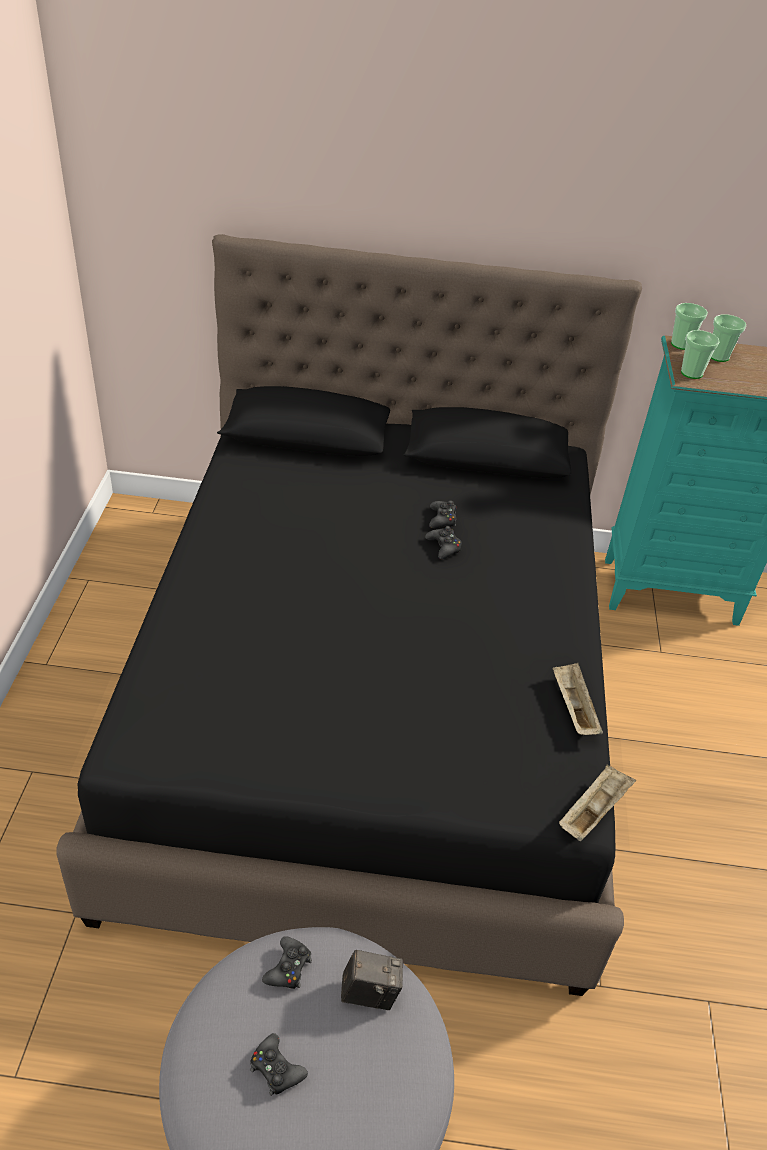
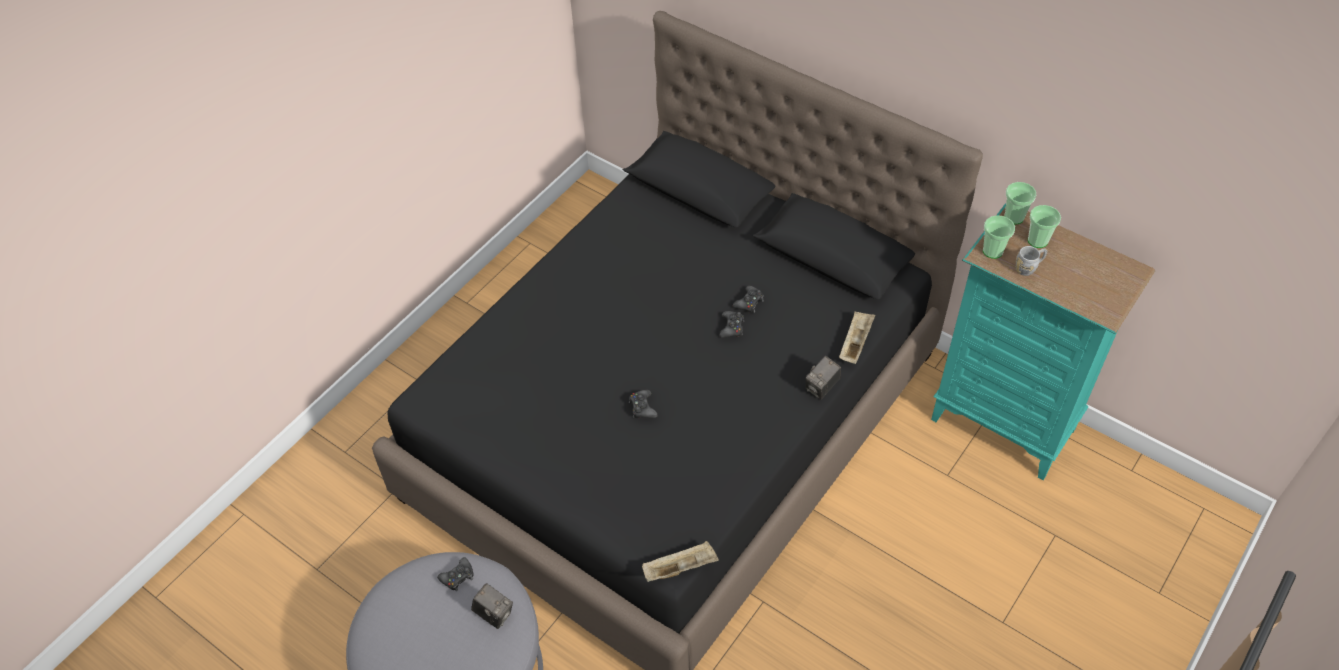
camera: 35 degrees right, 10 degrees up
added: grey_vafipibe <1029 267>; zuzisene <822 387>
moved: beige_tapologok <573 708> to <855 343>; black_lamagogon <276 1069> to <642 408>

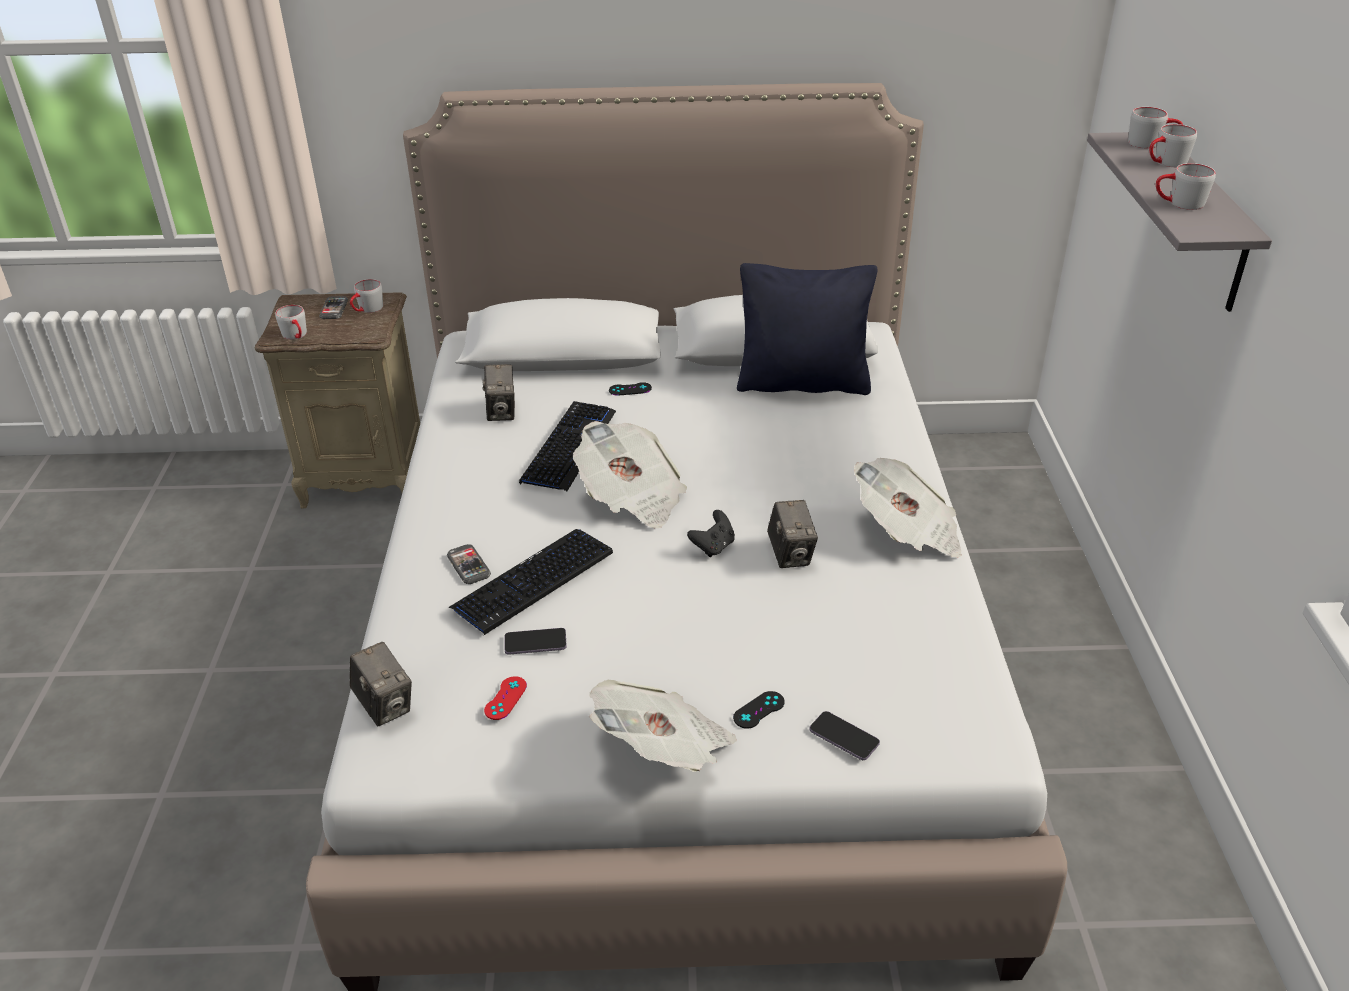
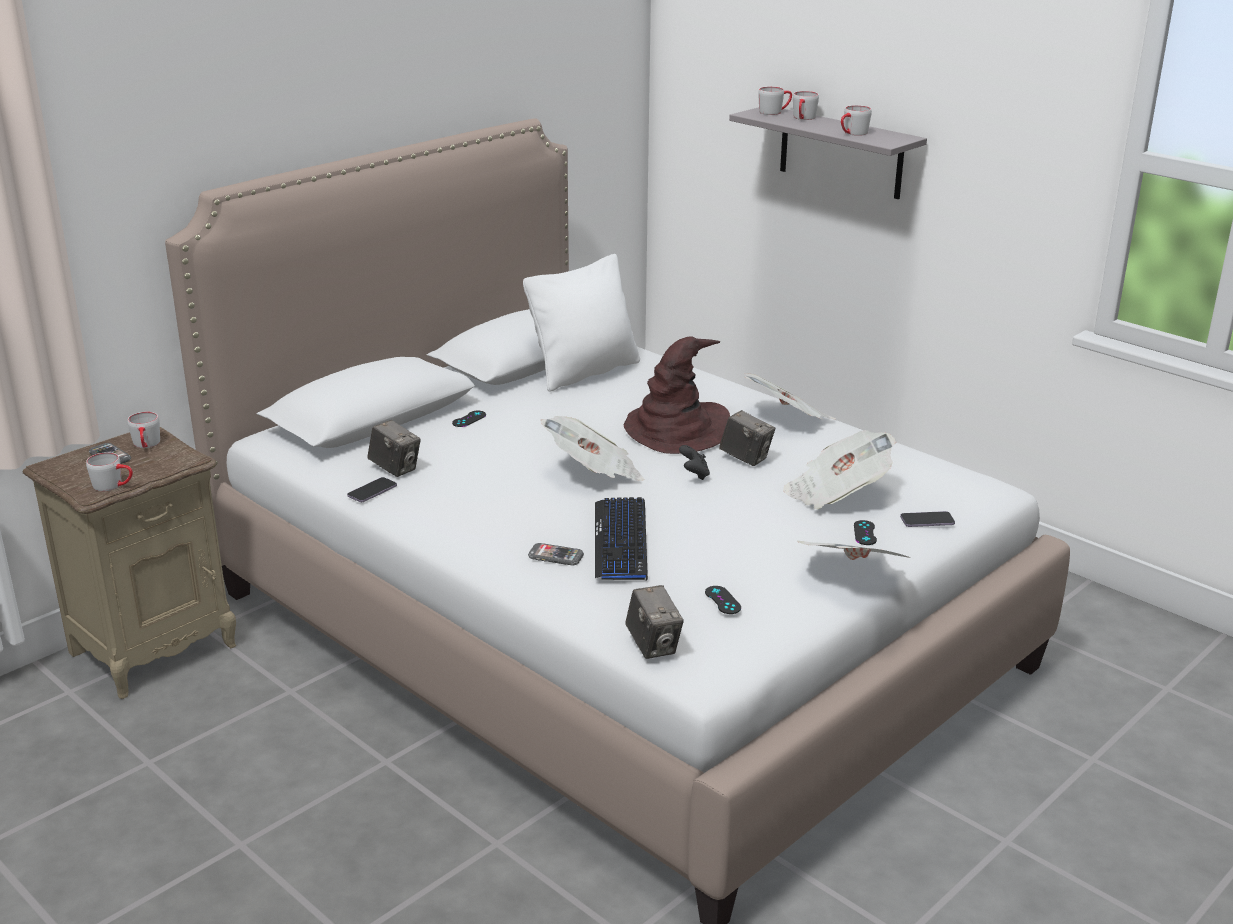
camera: 45 degrees left, 10 degrees down
removed: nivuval <569 447>
added: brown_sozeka <677 429>; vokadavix <836 494>
moved: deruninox <535 643> to <372 491>
recoloured: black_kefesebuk <803 384> to white_kefesebuk <584 372>; red_lamagogon <505 698> to black_lamagogon <722 600>
turned: zuzisene <385 705> = <653 645> 60 degrees clockwise

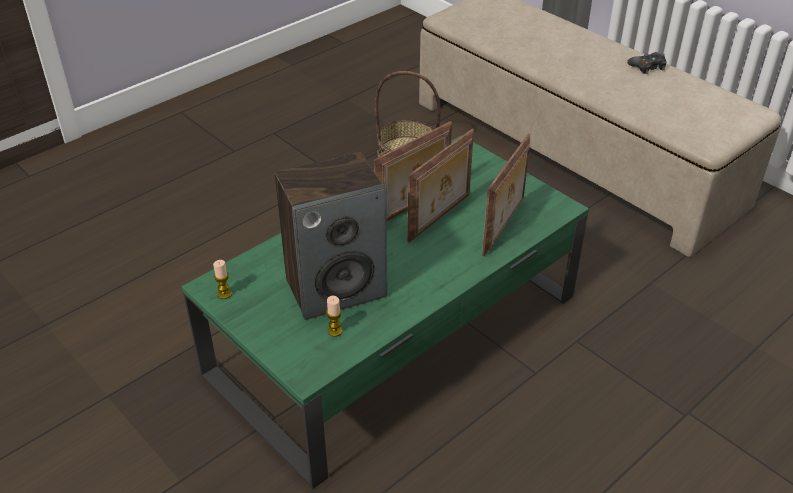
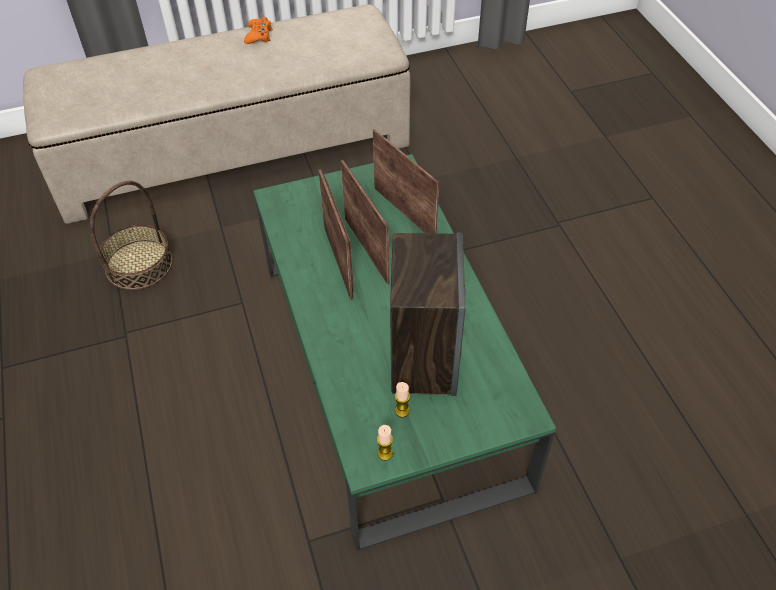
camera: 65 degrees left, 10 degrees up
moved: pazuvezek <335 331> to <402 411>
recoloured: black_lamagogon <647 67> to orange_lamagogon <259 36>

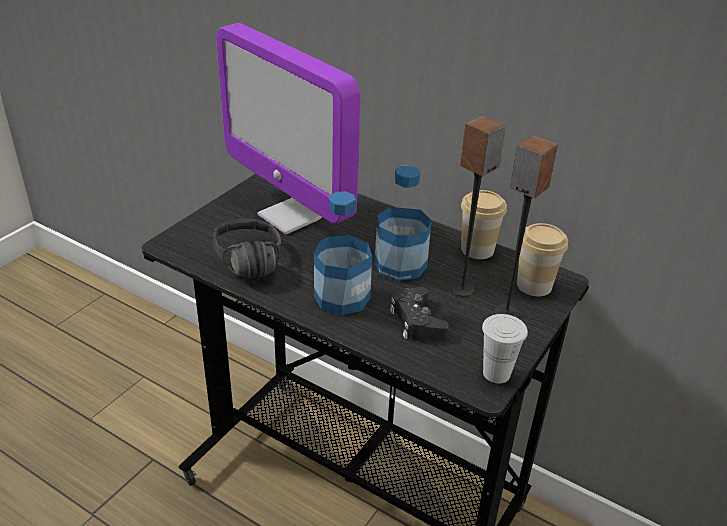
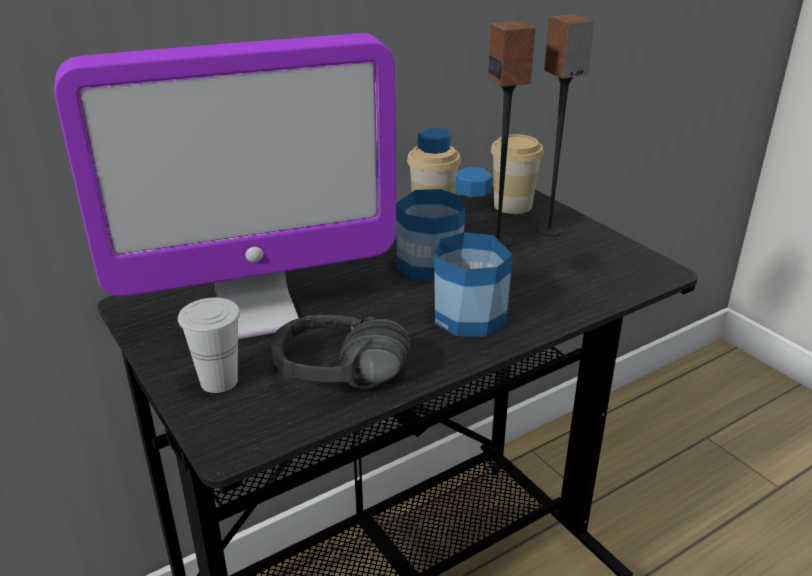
camera: 65 degrees left, 5 degrees down
removed: black_lamagogon <416 320>
moved: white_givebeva <496 373> to <219 381>

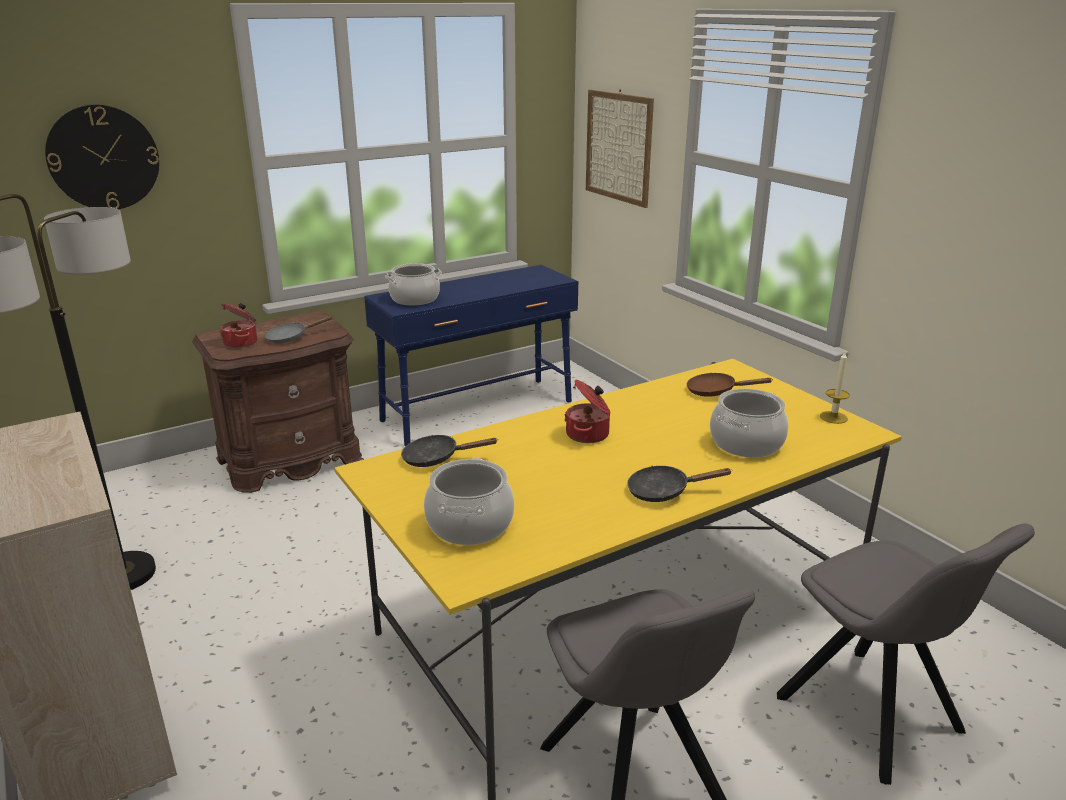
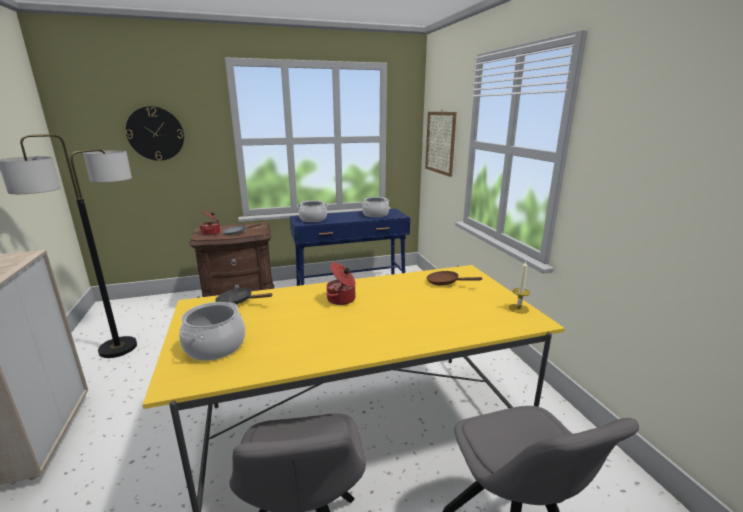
camera: 15 degrees right, 5 degrees down
removed: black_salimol <664 491>
moved: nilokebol <746 443> to <375 215>

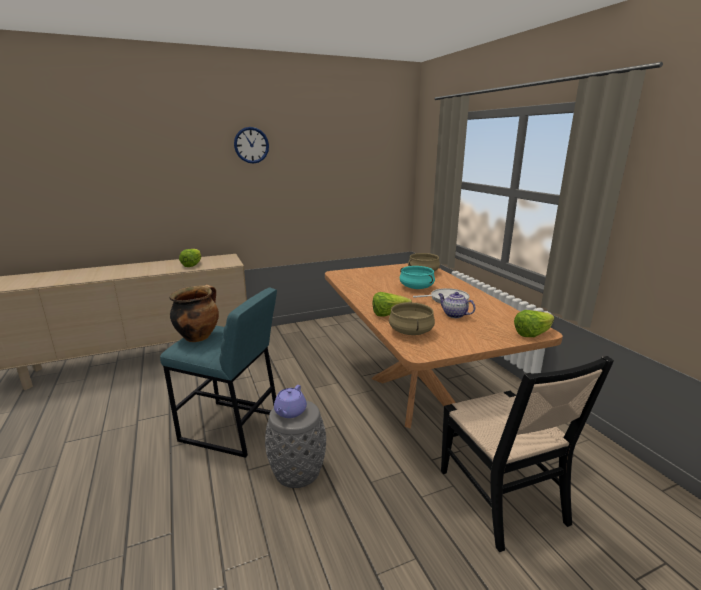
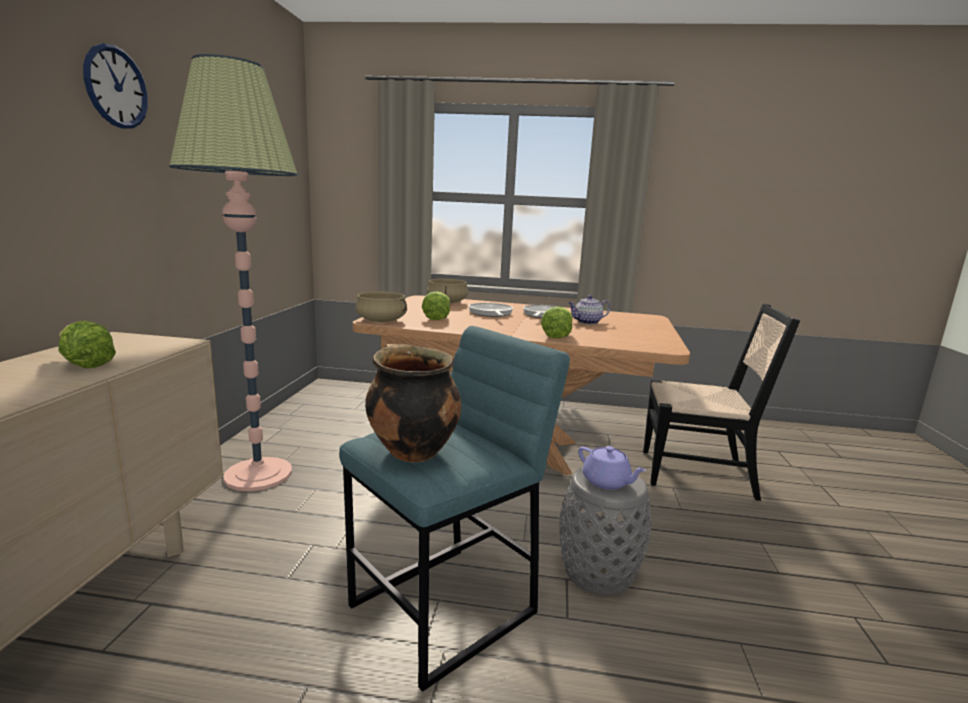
camera: 60 degrees left, 5 degrees down
added: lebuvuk <258 474>
moved: beige_nilokebol <411 331> to <382 321>; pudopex <532 334> to <437 318>
replaced: turquoise_nilokebol <416 287> to salimol <491 313>

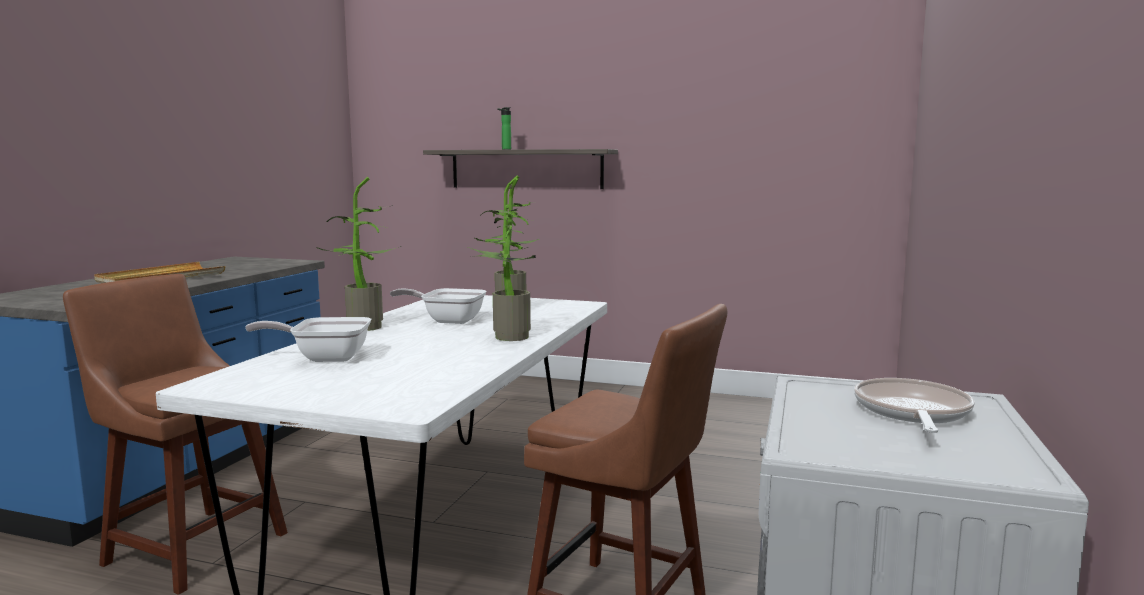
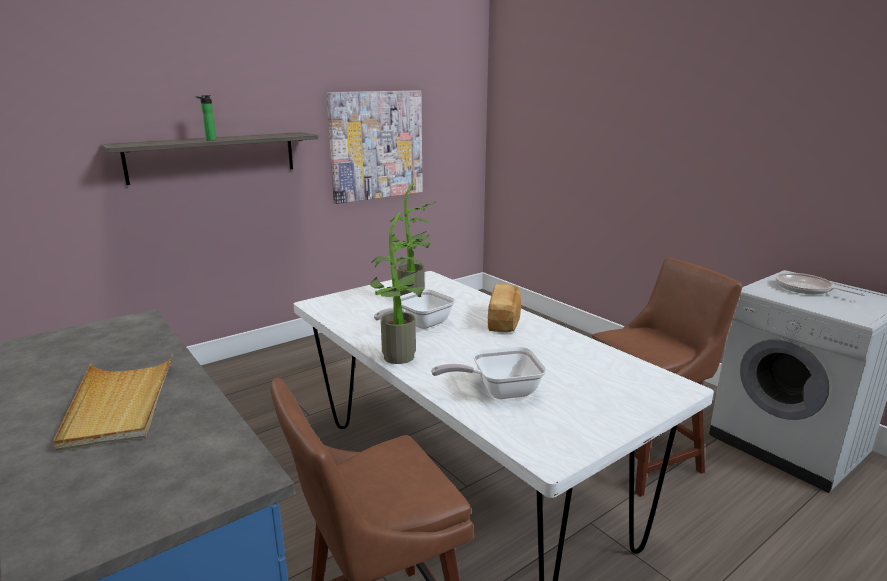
camera: 55 degrees left, 10 degrees up
added: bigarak <376 145>
replaced: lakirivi <506 337> to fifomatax <505 321>
turned: salimol <324 358> = <499 391> 45 degrees clockwise

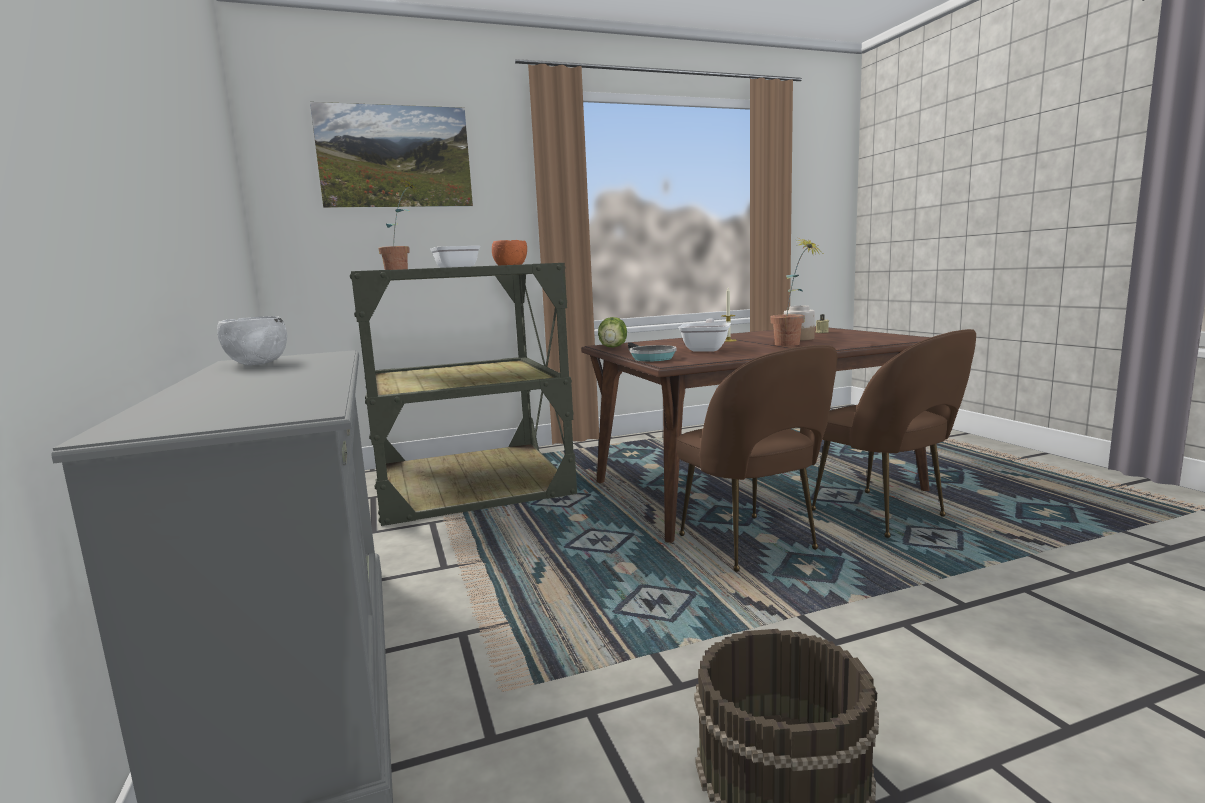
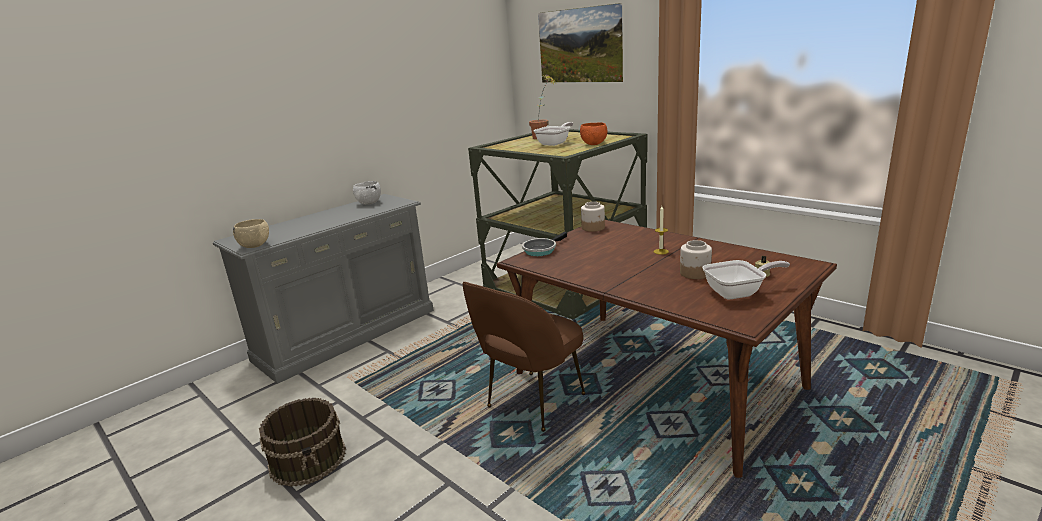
camera: 65 degrees right, 10 degrees up
removed: lakirivi <793 345>; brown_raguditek <885 516>
added: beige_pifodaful <255 246>
moved: salimol <706 349> to <738 293>
replaced: pudopex <613 347> to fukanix <593 228>

